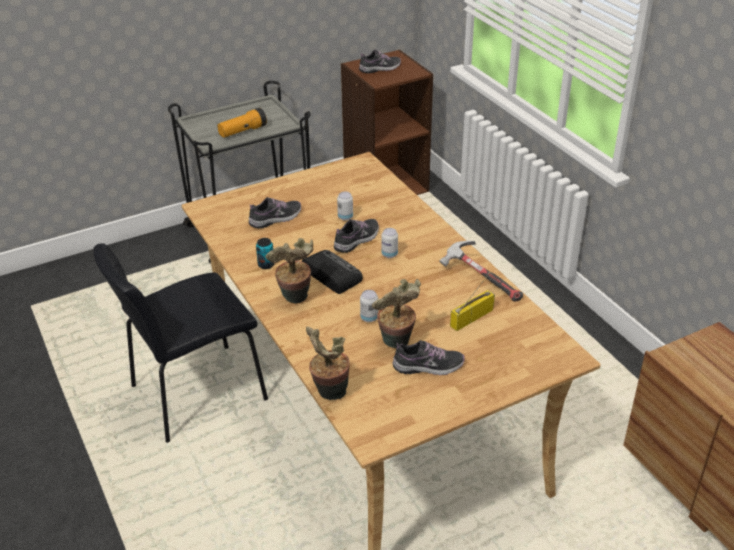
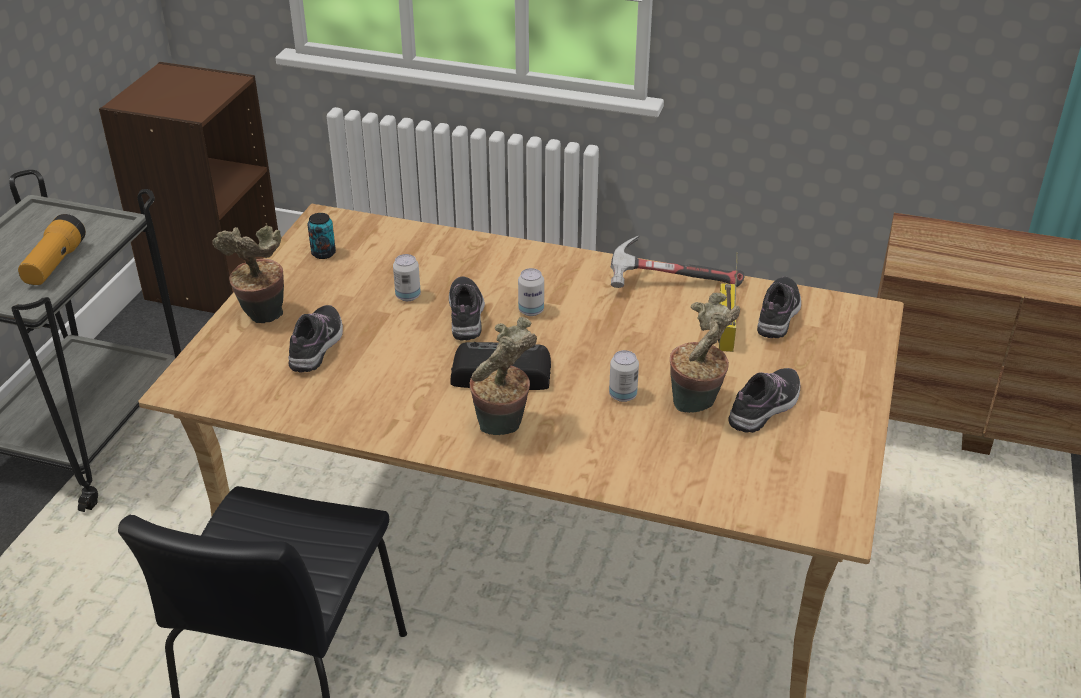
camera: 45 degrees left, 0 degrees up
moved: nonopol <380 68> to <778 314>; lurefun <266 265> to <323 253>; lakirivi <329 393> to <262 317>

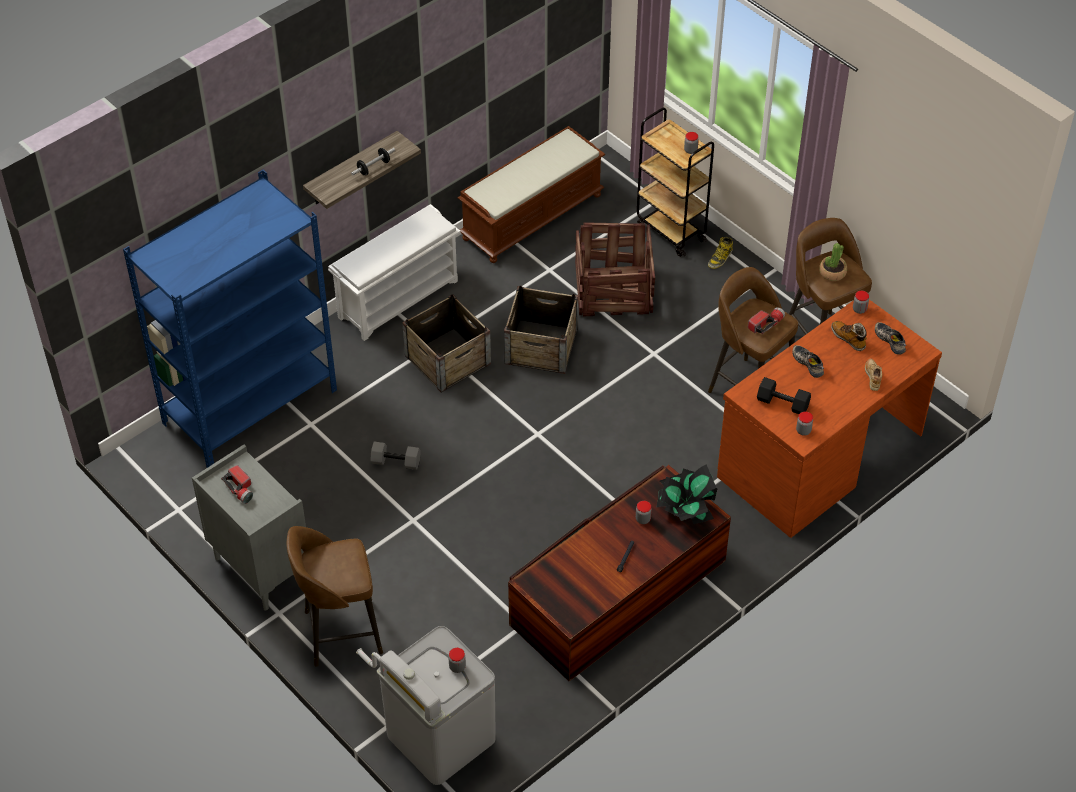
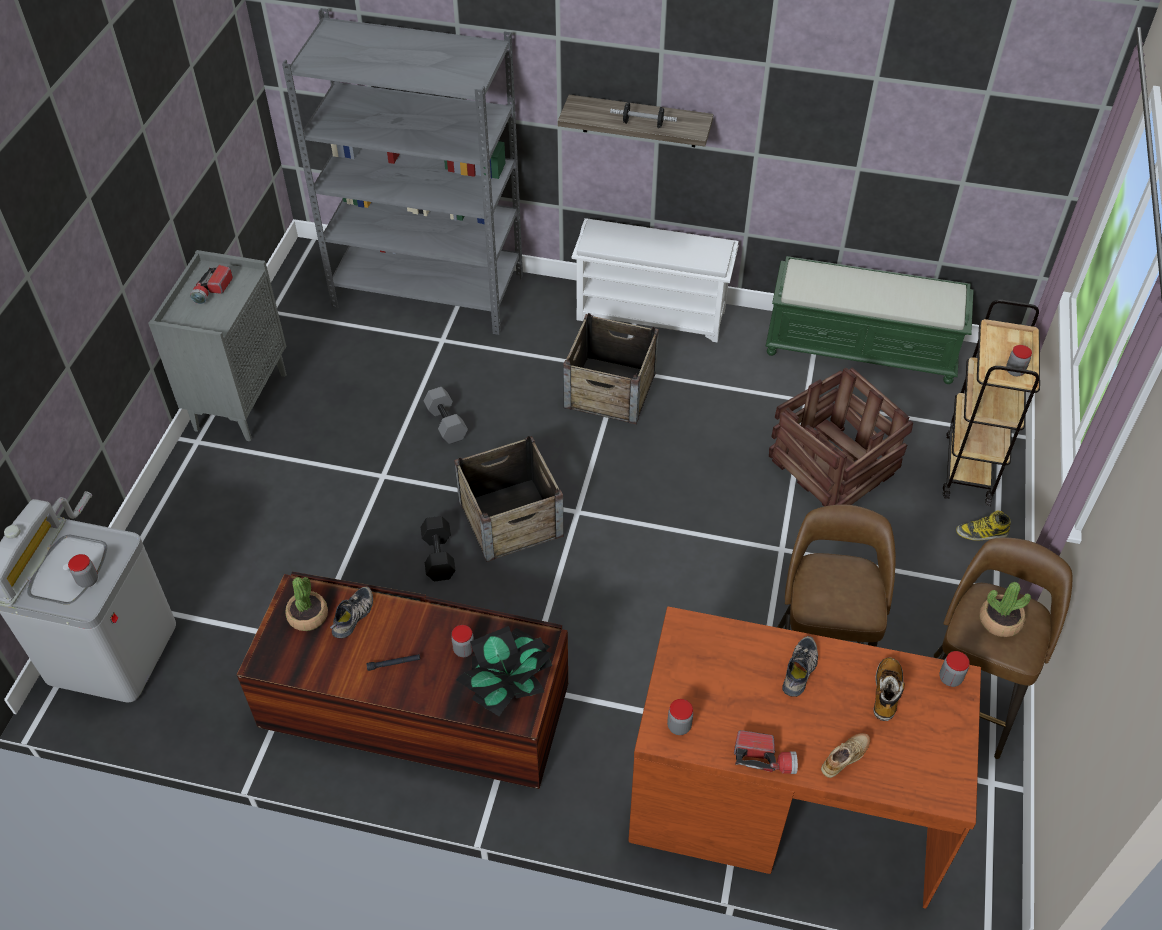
camera: 55 degrees right, 0 degrees up
removed: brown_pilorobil <340 632>
added: lakirivi <308 616>
moved: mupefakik <541 346> to <510 519>; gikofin <765 324> to <764 759>; nonopol <891 340> to <354 616>; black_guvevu <783 403> to <439 556>
recoloured: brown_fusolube <532 216> to green_fusolube <862 348>; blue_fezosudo <250 406> to grey_fezosudo <428 291>

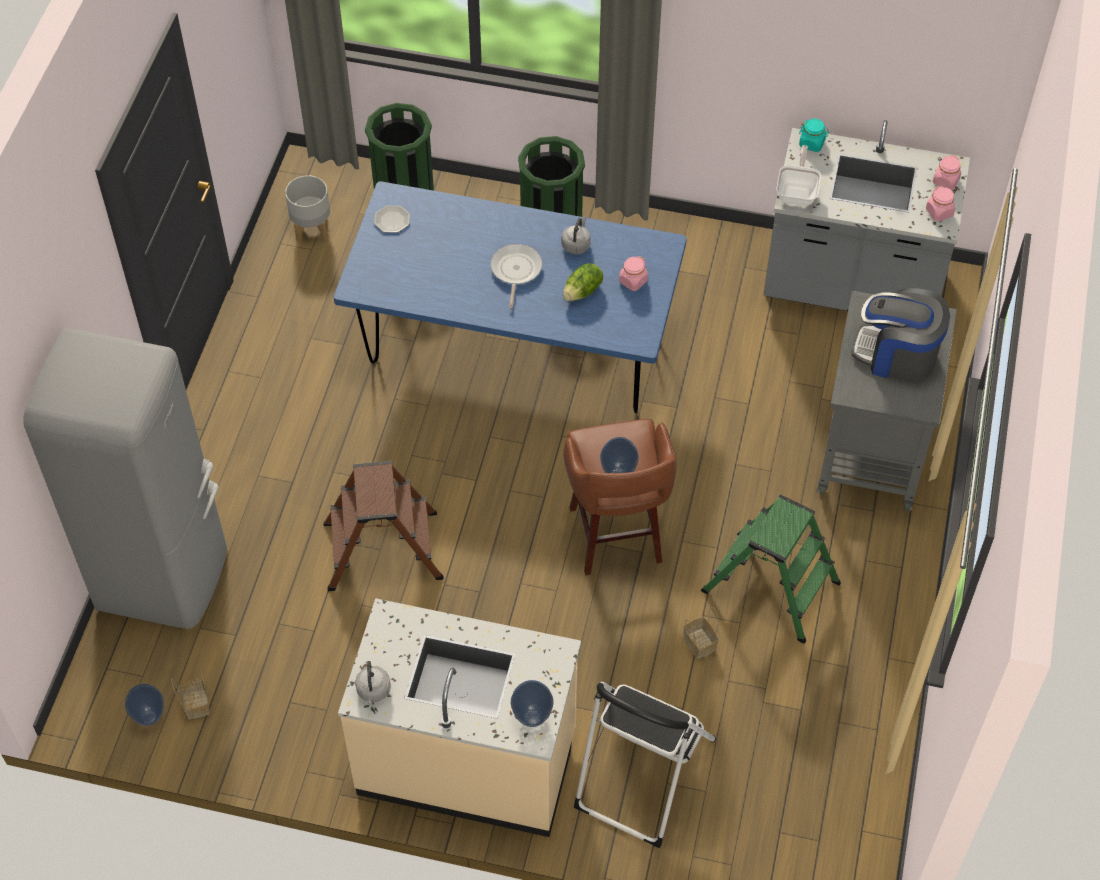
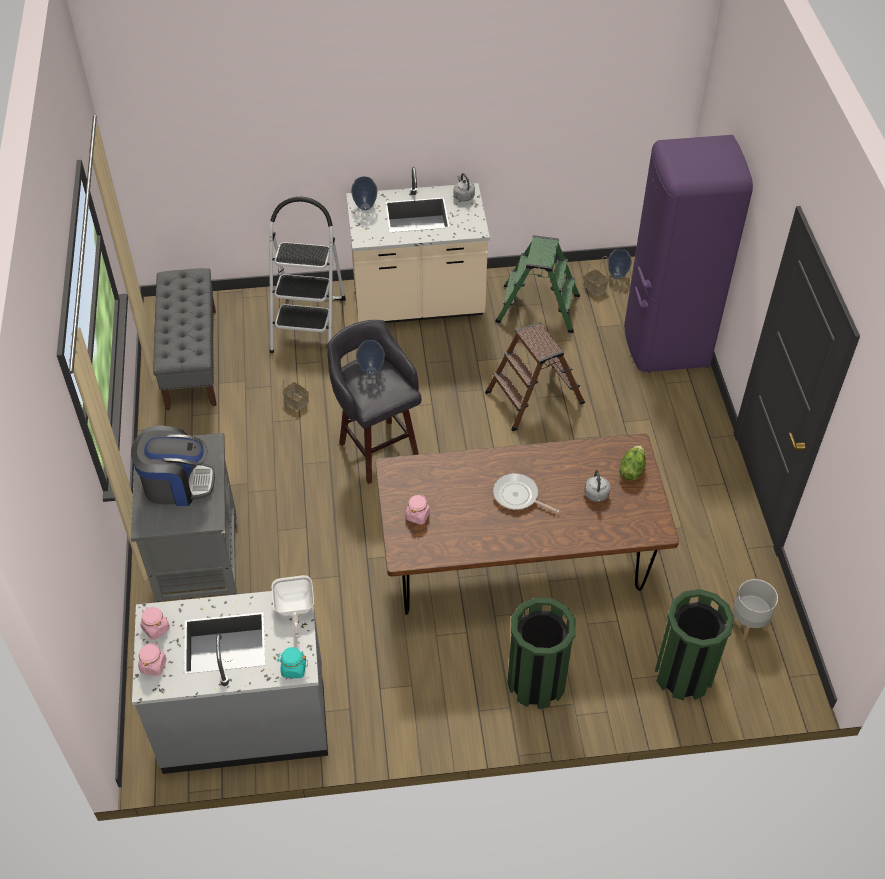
camera: 160 degrees right, 5 degrees down
removed: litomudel <392 220>
added: grey_fusolube <191 358>
moved: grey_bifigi <576 245> to <596 495>; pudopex <583 291> to <631 470>; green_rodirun <770 587> to <537 308>
recoloured: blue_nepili <513 350> to brown_nepili <518 565>; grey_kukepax <166 576> to purple_kukepax <663 345>; brown_pilorobil <615 539> to grey_pilorobil <377 449>
turned: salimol <515 271> = <518 496> 135 degrees clockwise

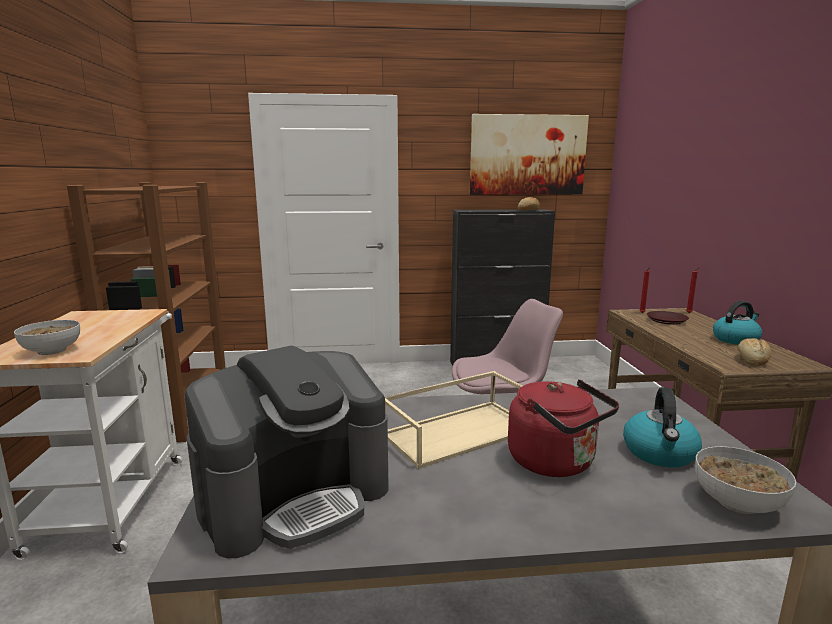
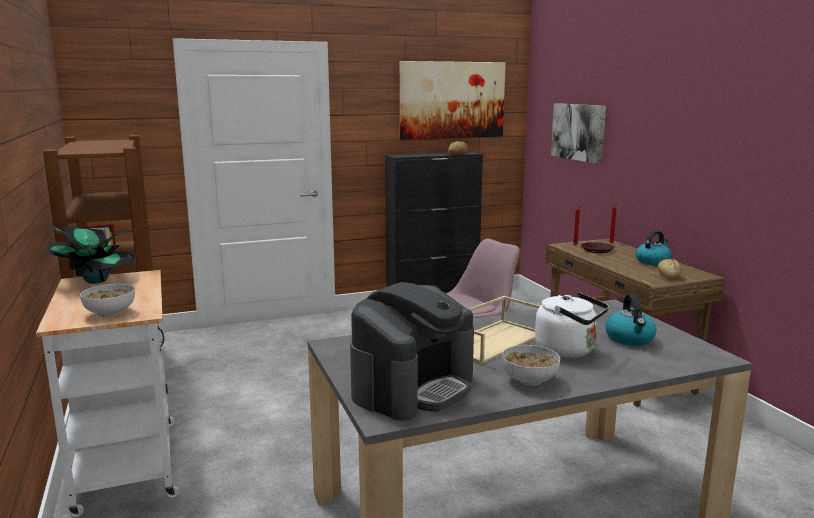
camera: 15 degrees left, 0 degrees up
added: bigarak <578 132>; lakirivi <96 281>
moved: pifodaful <738 503> to <530 380>
recoloured: red_bifigi <556 463> to white_bifigi <569 351>

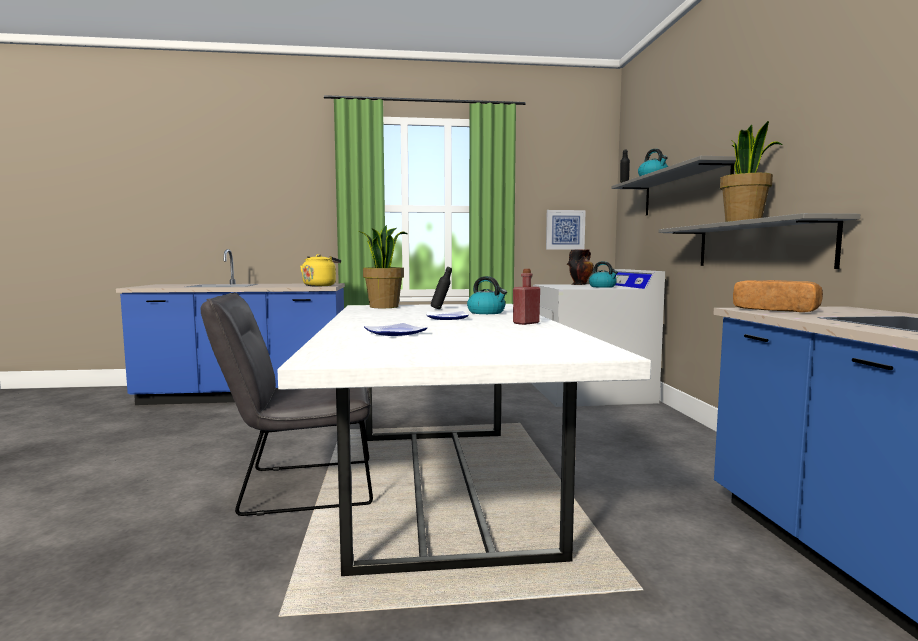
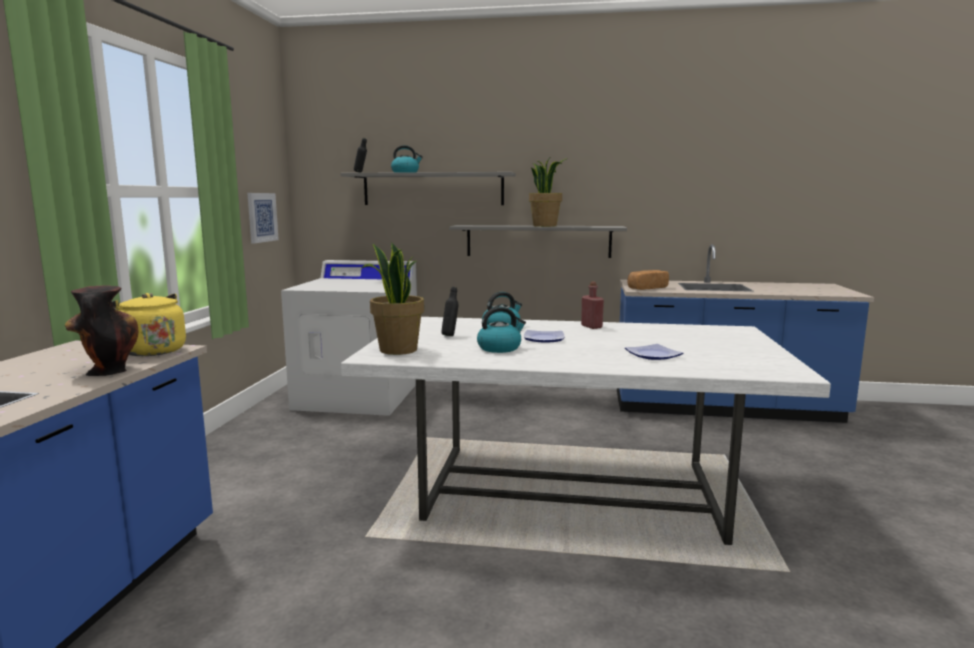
camera: 75 degrees left, 5 degrees up
removed: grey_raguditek <298 487>
moved: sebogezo <579 284> to <107 370>; bifigi <603 287> to <500 348>

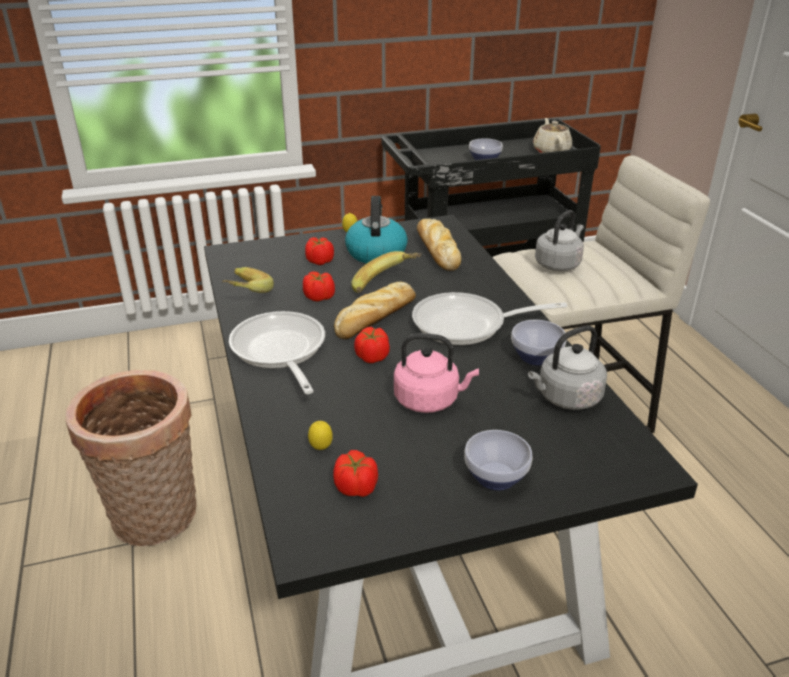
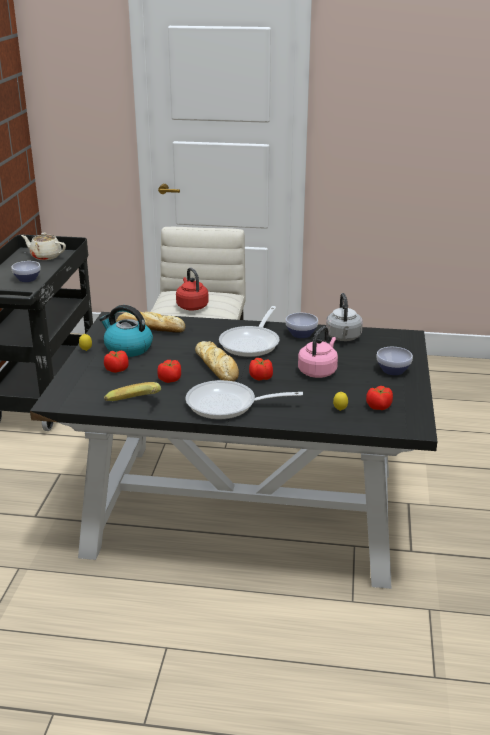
camera: 65 degrees left, 5 degrees down
removed: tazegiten <386 285>; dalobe <155 520>
recoloured: grey_bifigi <558 264> to red_bifigi <191 306>

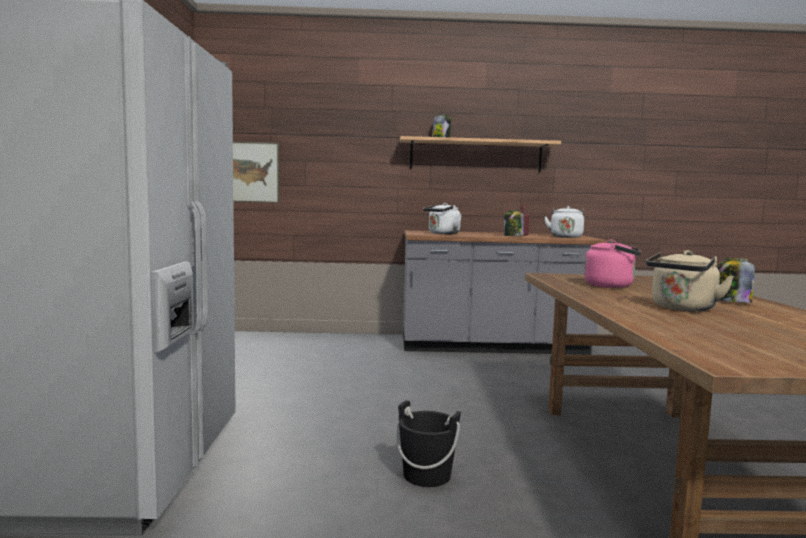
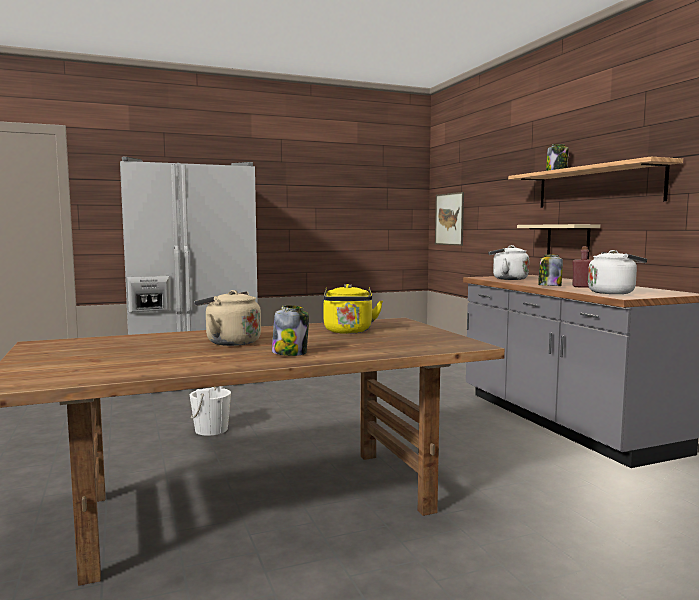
camera: 70 degrees right, 0 degrees up
added: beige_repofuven <568 241>
recoloured: pink_bifigi <612 286> to yellow_bifigi <348 331>; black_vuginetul <427 475> to white_vuginetul <211 430>

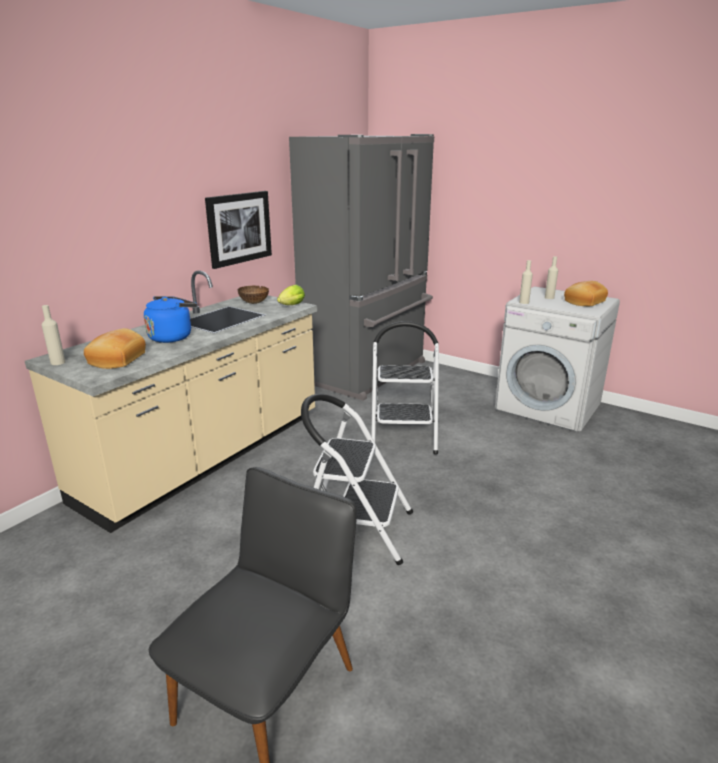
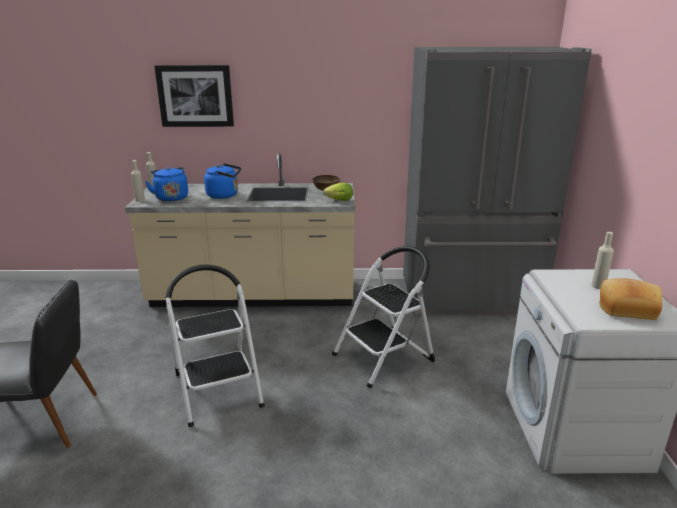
camera: 55 degrees right, 0 degrees up
moved: bigarak <239 228> to <195 96>; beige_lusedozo <524 302> to <140 200>
replaced: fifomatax <116 359> to blue_bifigi <171 197>

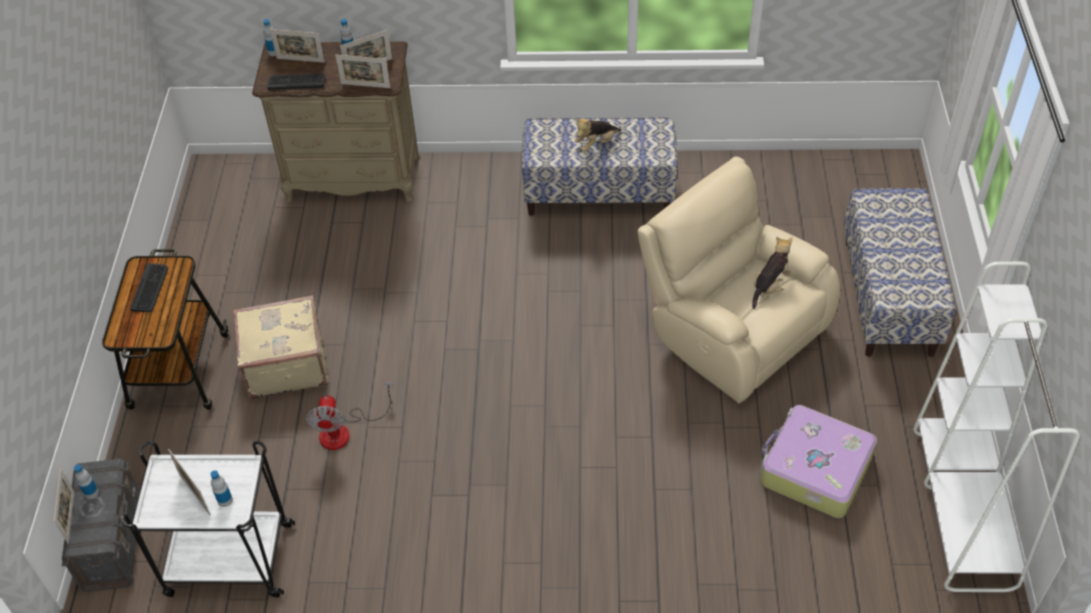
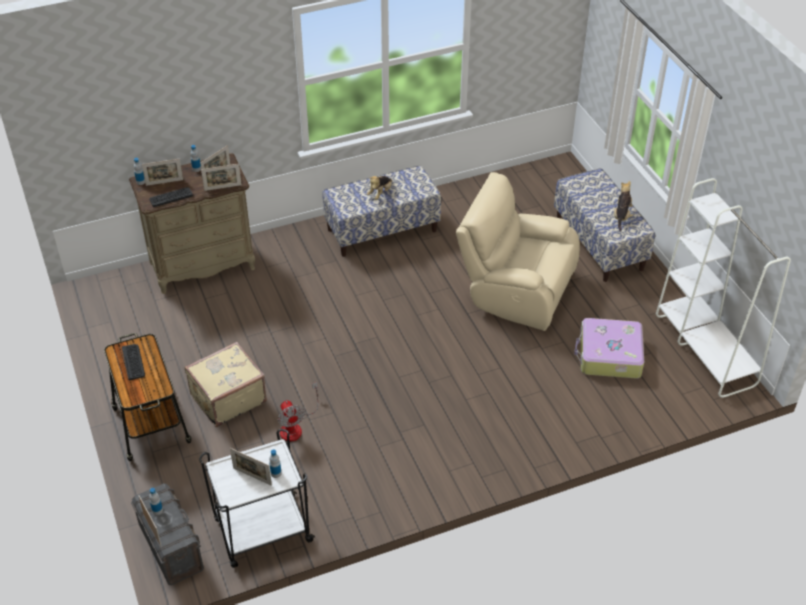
camera: 25 degrees left, 5 degrees down
moved: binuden <770 286> to <621 216>

